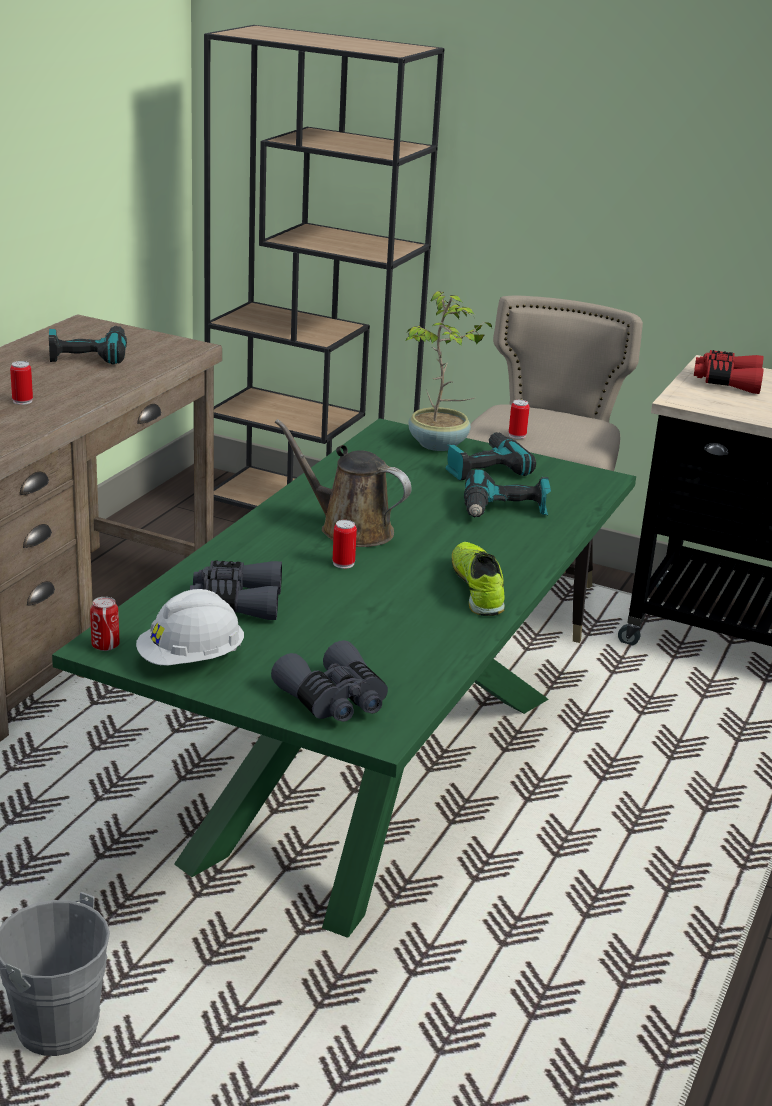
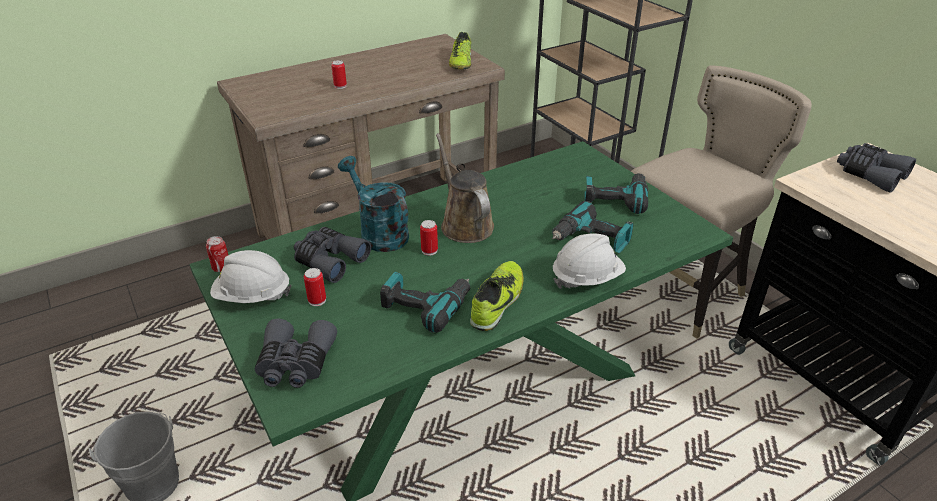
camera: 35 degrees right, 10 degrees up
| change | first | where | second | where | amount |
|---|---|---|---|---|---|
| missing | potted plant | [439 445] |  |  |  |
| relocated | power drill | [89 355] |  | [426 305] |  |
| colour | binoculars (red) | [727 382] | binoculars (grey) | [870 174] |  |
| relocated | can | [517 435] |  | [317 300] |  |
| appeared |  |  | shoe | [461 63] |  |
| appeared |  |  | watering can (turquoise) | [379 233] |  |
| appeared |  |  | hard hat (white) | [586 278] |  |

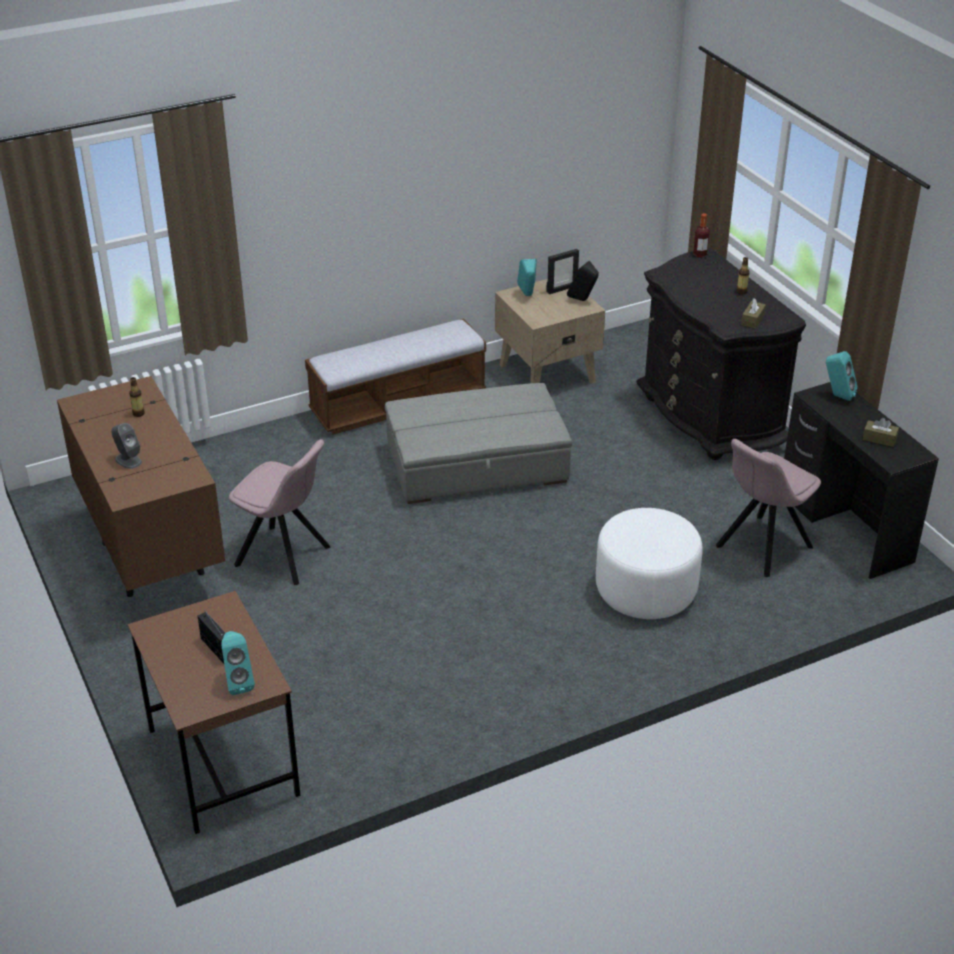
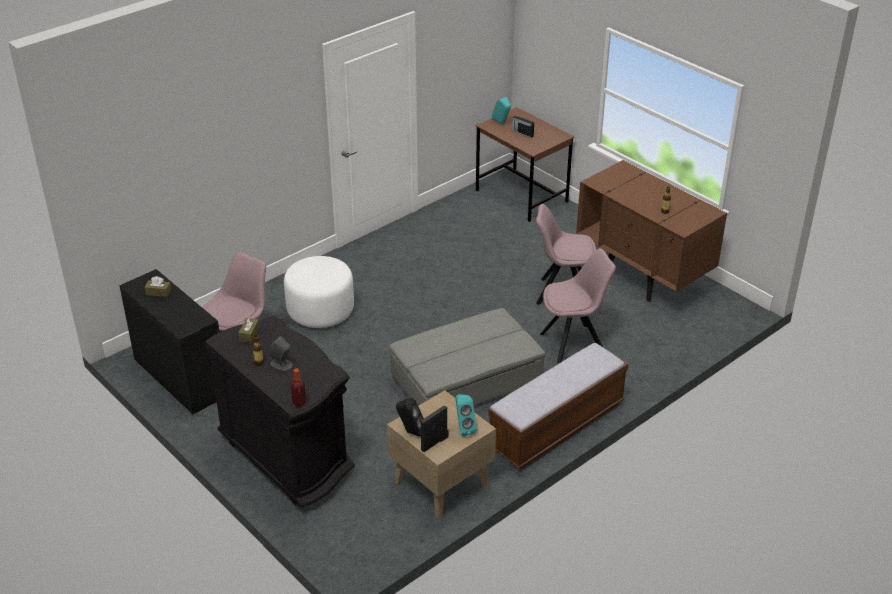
camera: 165 degrees right, 0 degrees up
| change | first | where | second | where | amount |
|---|---|---|---|---|---|
| missing | speaker (turquoise) | [837 396] |  |  |  |
| relocated | speaker (grey) | [128 460] |  | [281 364] |  |
| appeared |  |  | chair (pink) | [573 343] |  |

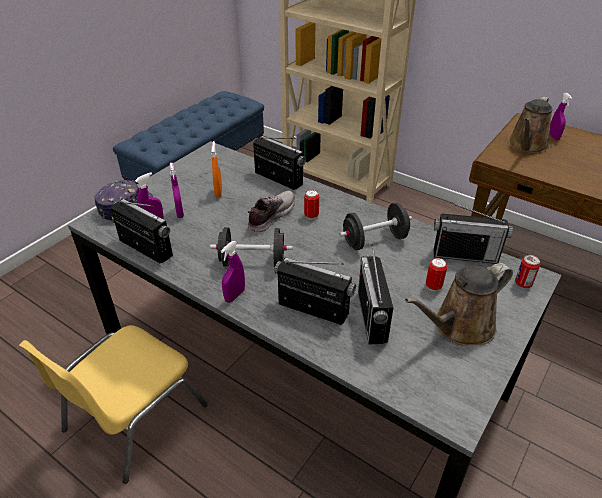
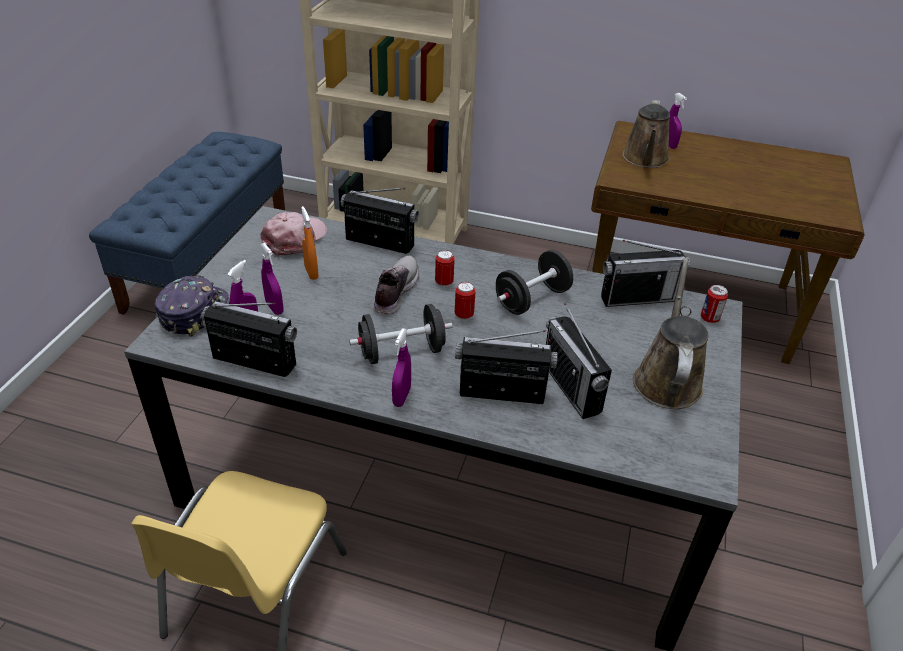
camera: 20 degrees left, 0 degrees up
| change | first | where | second | where | amount |
|---|---|---|---|---|---|
| relocated | can | [433 286] |  | [464 315] |  |
| spun | watering can (brown) | [459 327] |  | [667 379] | 150 degrees clockwise |
| appeared |  |  | cap (pink) | [295 239] |  |

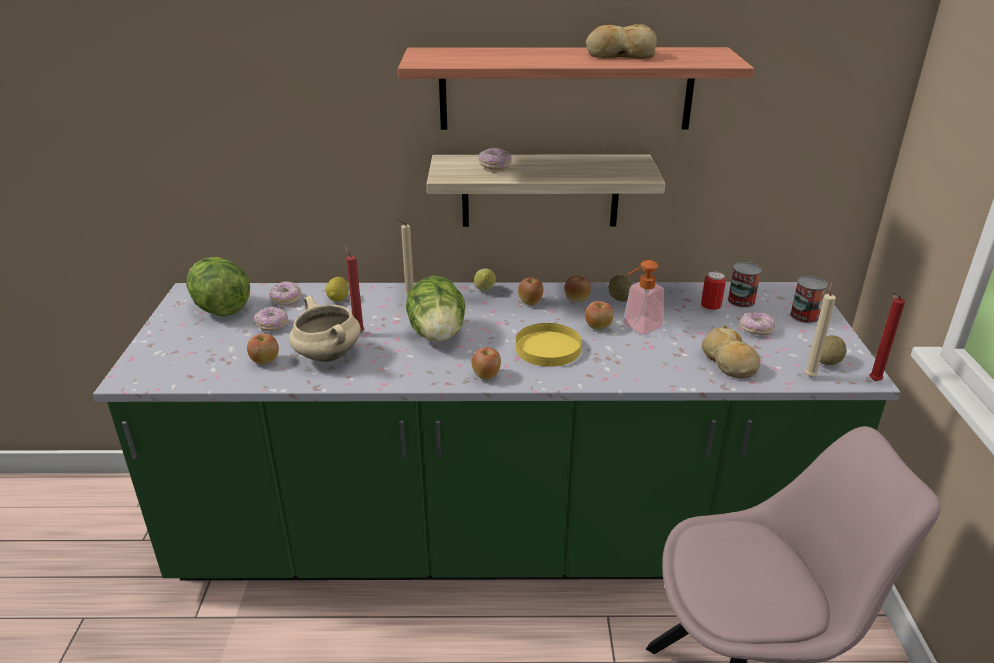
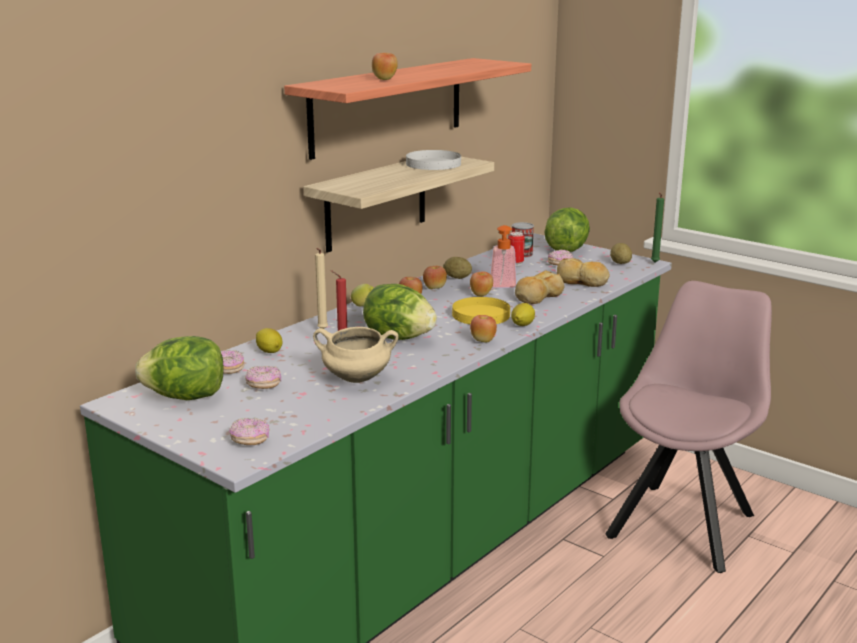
camera: 50 degrees left, 10 degrees down
| change | first | where | second | where | amount |
|---|---|---|---|---|---|
| relocated | bread | [619 55] |  | [538 296] |  |
| relocated | donut | [495 167] |  | [250 440] |  |
| exchanged | can | [804 316] | lettuce | [566 249] |  |
| missing | candle (beige) | [810 375] |  |  |  |
| colour | candle (red) | [872 381] | candle (green) | [654 263] |  |
| relocated | apple | [265 361] |  | [385 79] |  |
| appeared |  |  | plate (white) | [434 163] |  |
| appeared |  |  | lemon | [522 325] |  |

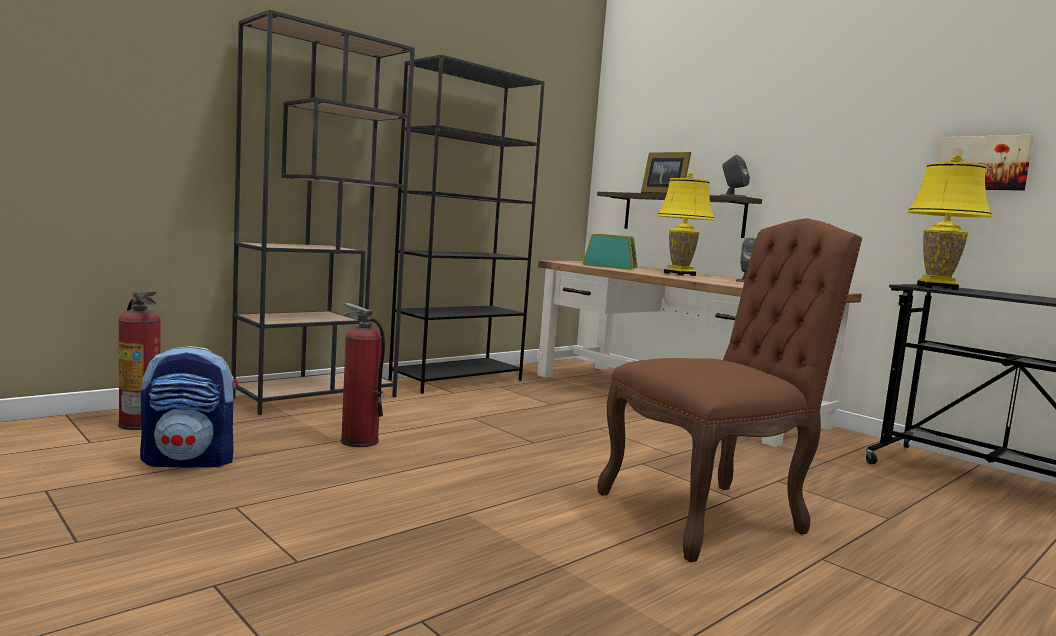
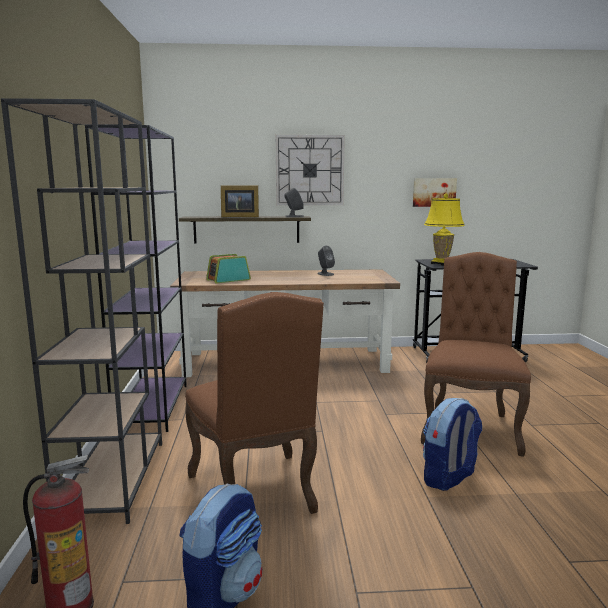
camera: 50 degrees left, 5 degrees up
| change | first | where | second | where | amount |
|---|---|---|---|---|---|
| colour | bookcase (black) | [457 380] | bookcase (purple) | [152 407] |  |
| missing | table lamp (yellow) | [679 274] |  |  |  |
| exchanged | fire extinguisher | [359 441] | chair (brown) | [255 493] |  |
| appeared |  |  | wall clock | [309 170] |  |
| appeared |  |  | backpack | [449 478] |  |

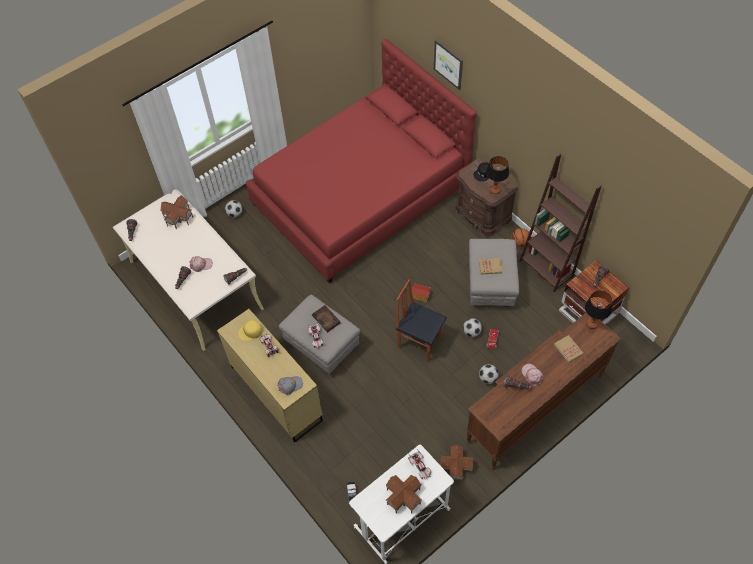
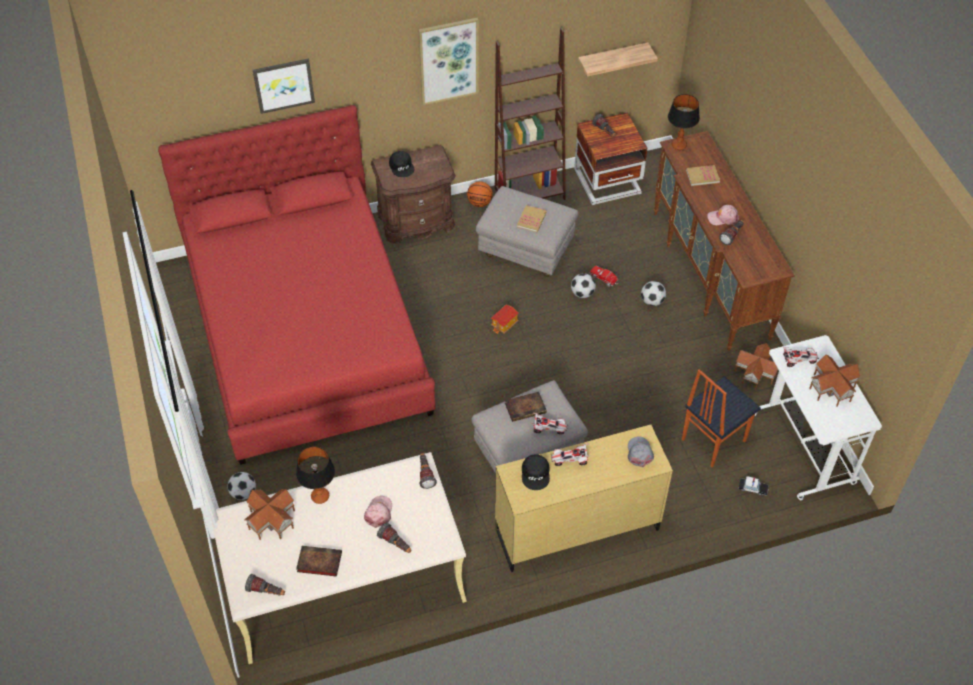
camera: 70 degrees left, 5 degrees down
| change | first | where | second | where | amount |
|---|---|---|---|---|---|
| relocated | table lamp | [494 190] |  | [320 496] |  |
| relocated | chair | [419 342] |  | [712 440] |  |
| colour | cap (yellow) | [251 332] | cap (black) | [536 474] |  |
| appeared |  |  | picture | [448 61] |  |
| appeared |  |  | shelf | [612 60] |  |
| appeared |  |  | book | [318 562] |  |

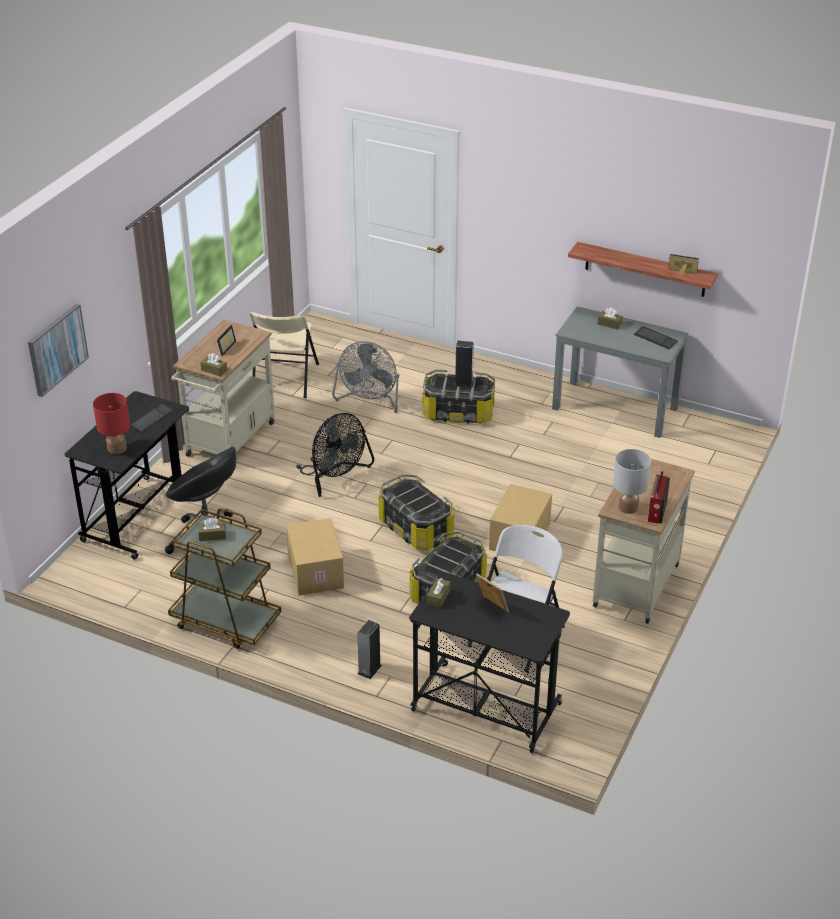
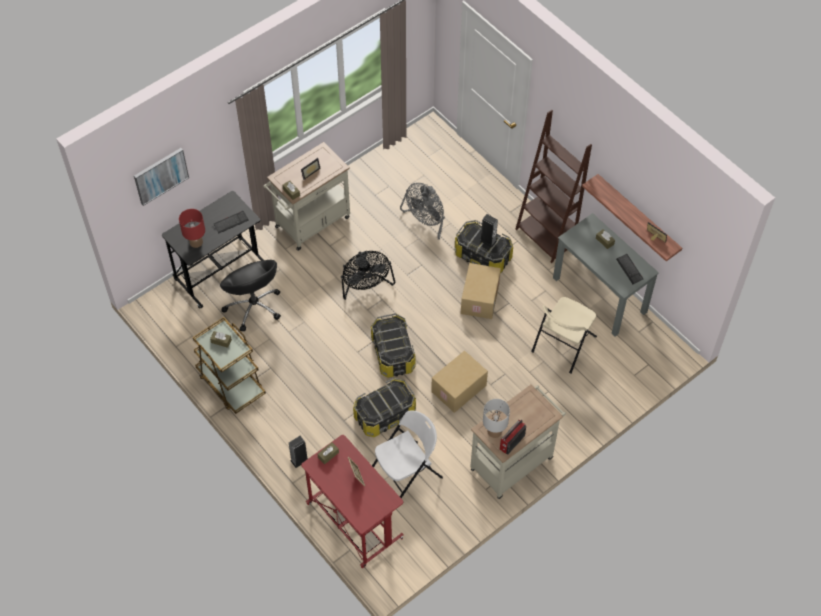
camera: 25 degrees right, 20 degrees up
| change | first | where | second | where | amount |
|---|---|---|---|---|---|
| relocated | chair (beige) | [285 379] |  | [563 344] |  |
| relocated | cardboard box | [314 571] |  | [479 298] |  |
| colour | desk (black) | [485 707] | desk (red) | [354 520] |  |
| appeared |  |  | bookcase (brown) | [545 237] |  |

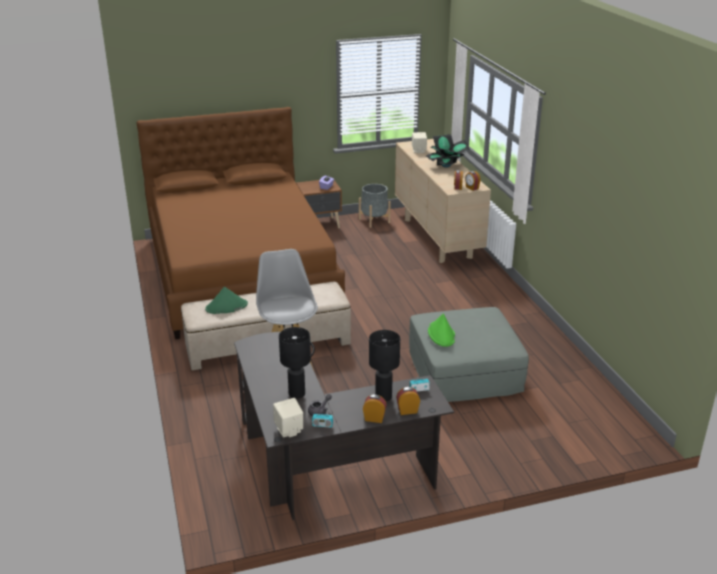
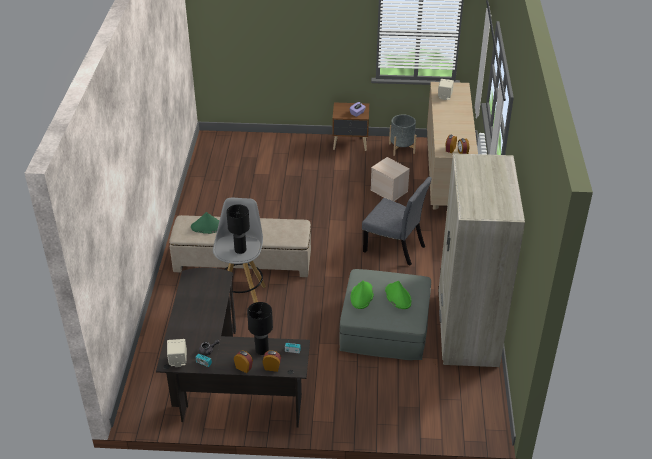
camera: 20 degrees right, 10 degrees up
| change | first | where | second | where | amount |
|---|---|---|---|---|---|
| missing | bed (brown) | [241 273] |  |  |  |
| missing | potted plant | [446 166] |  |  |  |
| relocated | table lamp (black) | [297 393] |  | [240 250] |  |
| appeared |  |  | wardrobe (beige) | [466 329] |  |
| appeared |  |  | storage box (beige) | [389 191] |  |
| appeared |  |  | chair (grey) | [393 247] |  |
| appeared |  |  | hat (green) | [398 296] |  |

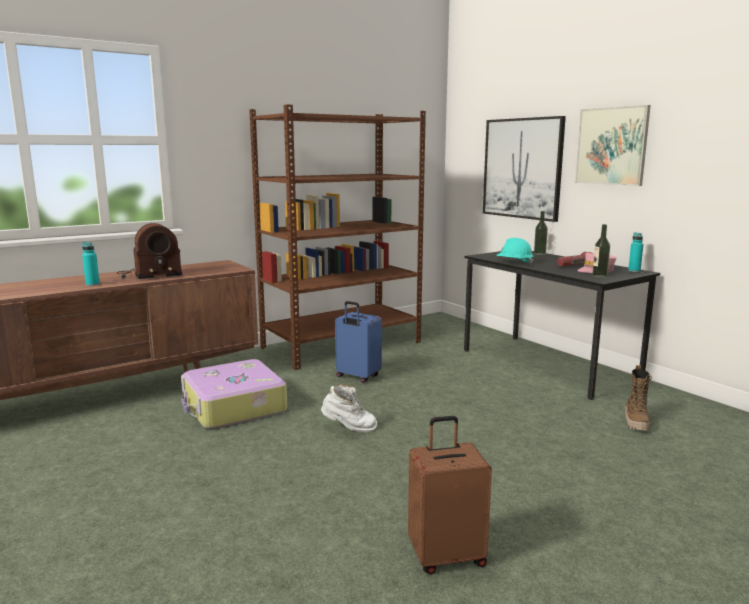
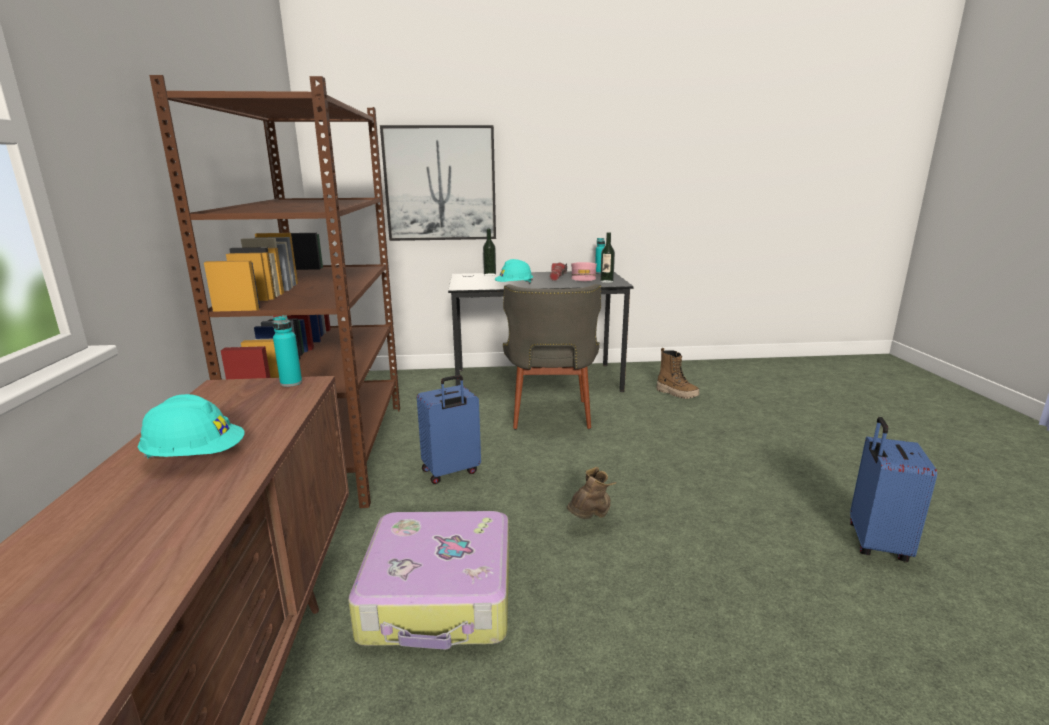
camera: 60 degrees left, 5 degrees up
| change | first | where | second | where | amount |
|---|---|---|---|---|---|
| missing | picture | [611 146] |  |  |  |
| exchanged | radio | [149 274] | hard hat (turquoise) | [196 457] |  |
| relocated | bottle (turquoise) | [92 284] |  | [291 383] |  |
| colour | boot (white) | [349 428] | boot (brown) | [591 519] |  |
| colour | suitcase (brown) | [446 556] | suitcase (blue) | [875 543] |  |
| appeared |  |  | chair (grey) | [551 414] |  |

